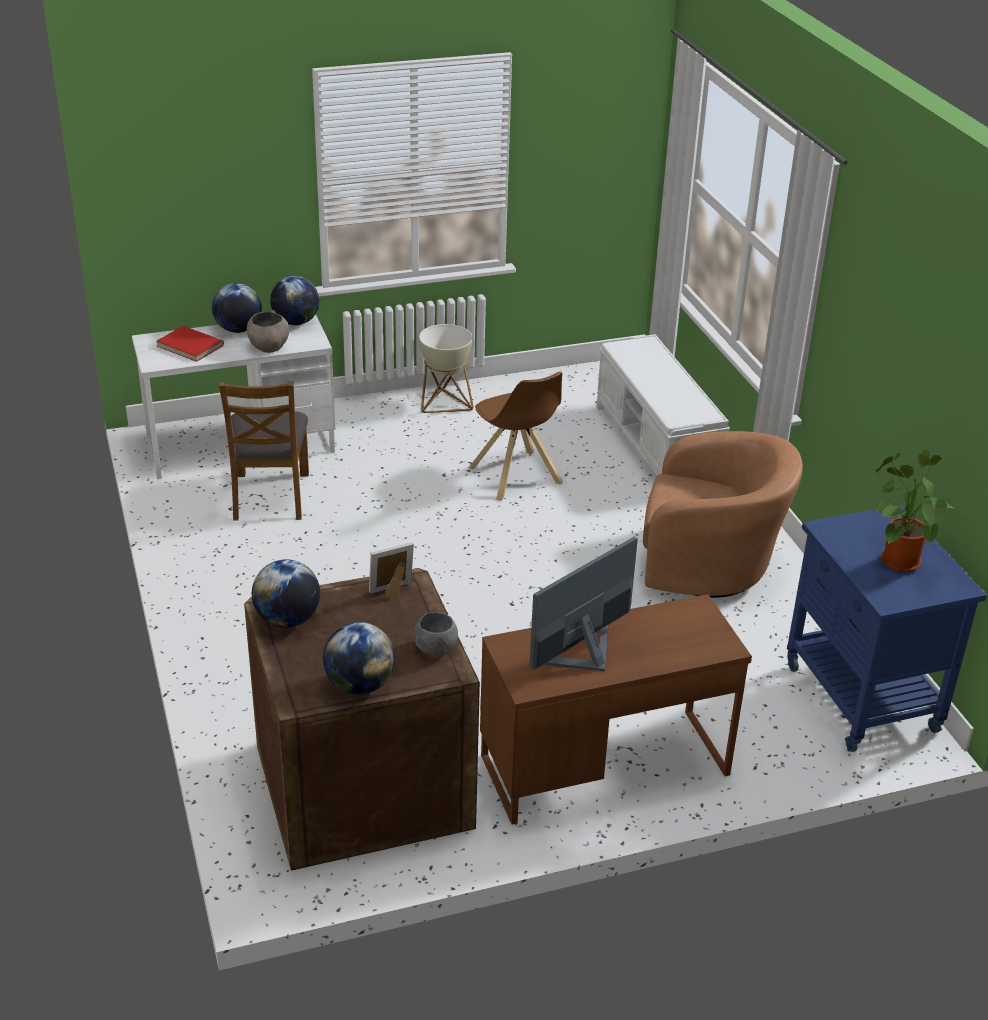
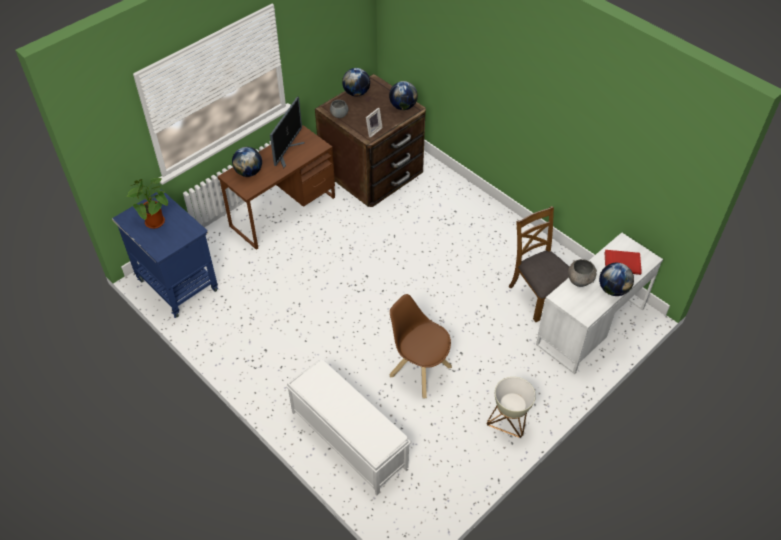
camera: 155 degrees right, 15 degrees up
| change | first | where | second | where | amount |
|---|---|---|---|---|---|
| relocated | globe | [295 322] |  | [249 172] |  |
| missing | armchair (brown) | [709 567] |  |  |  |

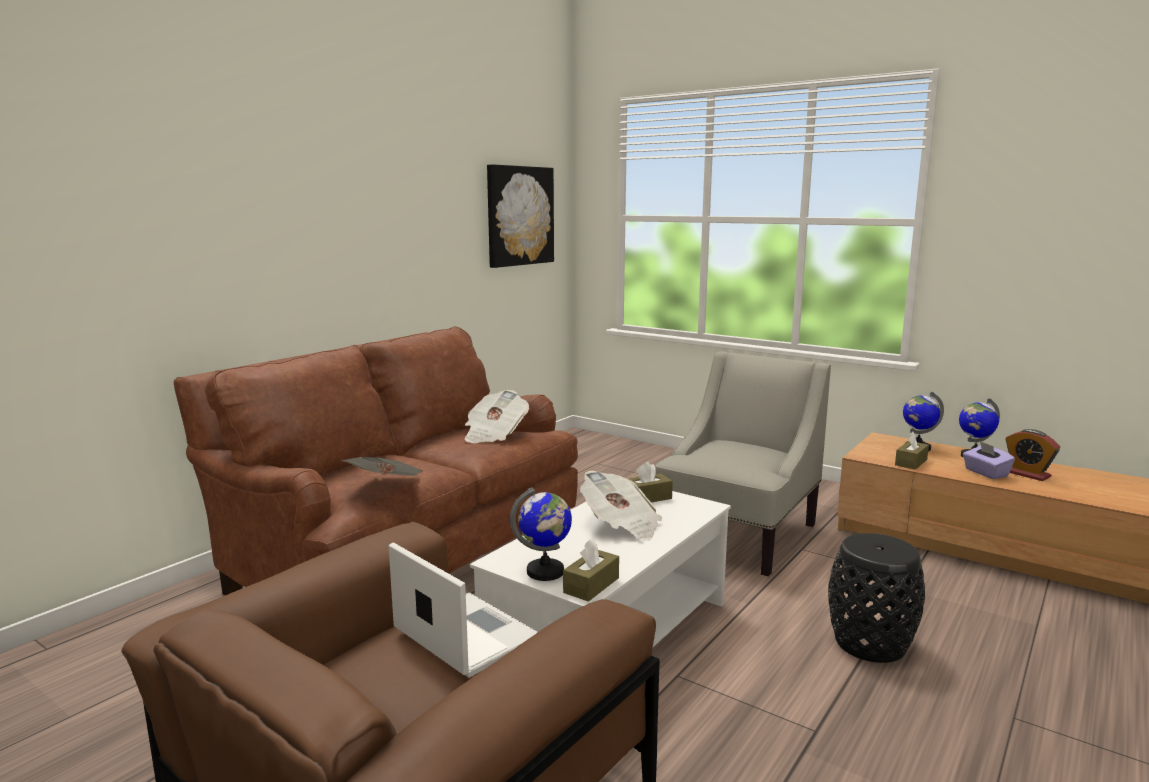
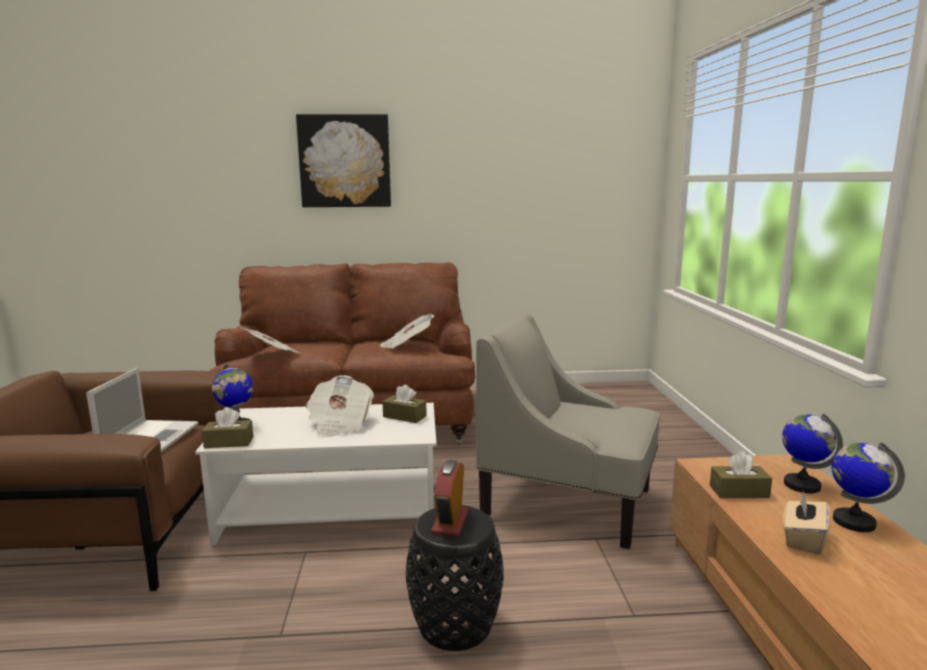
camera: 50 degrees right, 0 degrees up
| change | first | where | second | where | amount |
|---|---|---|---|---|---|
| relocated | picture | [519 216] |  | [345 161] |  |
| spun | armchair (grey) | [738 536] |  | [569 503] | 150 degrees counterclockwise |
| relocated | alarm clock | [1027 474] |  | [450 522] |  |
| colour | tissue box (purple) | [985 473] | tissue box (beige) | [802 539] |  |

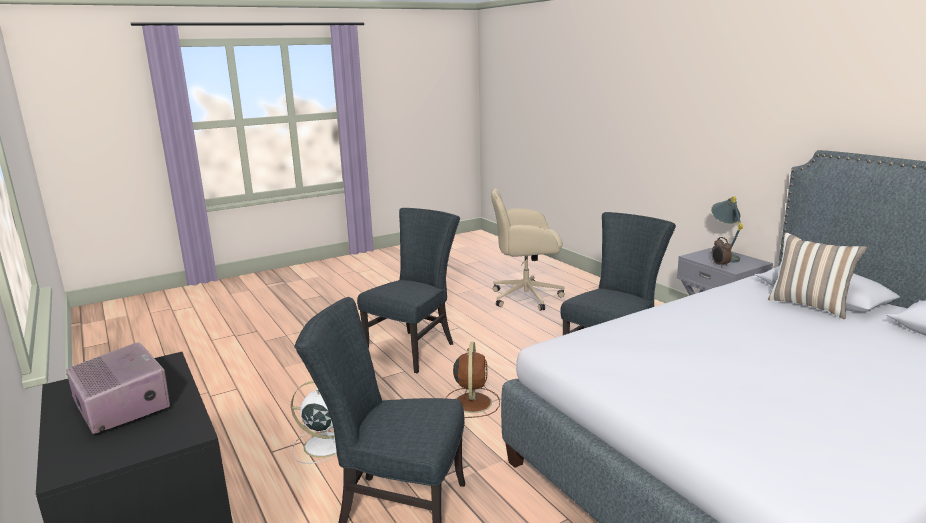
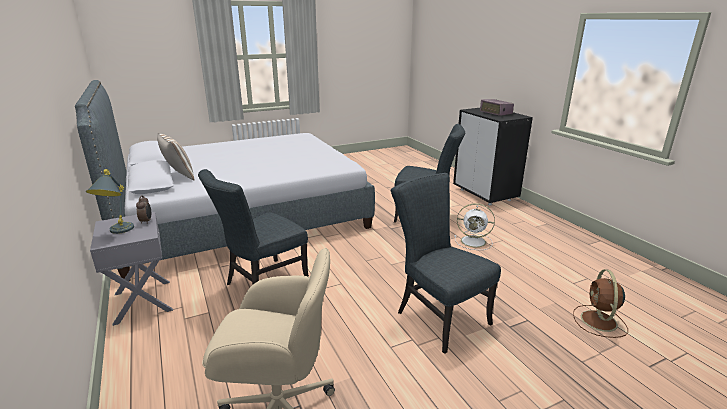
camera: 175 degrees left, 5 degrees up
| change | first | where | second | where | amount |
|---|---|---|---|---|---|
| spun | chair (grey) | [414 348] |  | [438 316] | 105 degrees clockwise |
| relocated | fan (brown) | [473 402] |  | [599 322] |  |

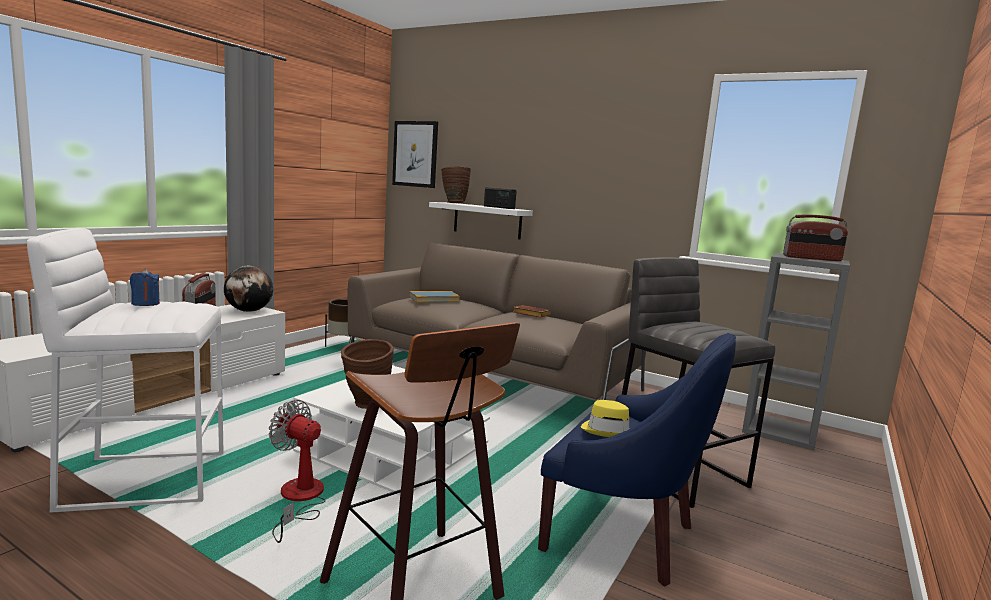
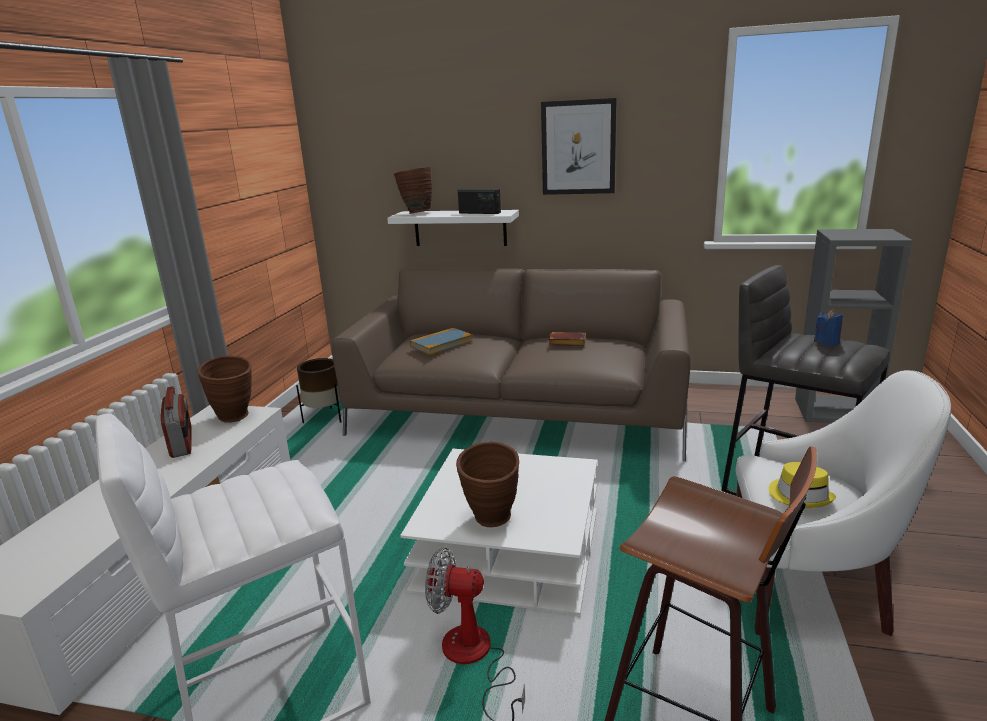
camera: 15 degrees left, 10 degrees up
| change | first | where | second | where | amount |
|---|---|---|---|---|---|
| relocated | picture | [415 154] |  | [578 147] |  |
| missing | radio | [812 258] |  |  |  |
| exchanged | globe | [249 311] | vase (brown) | [236 418] |  |
| relocated | candle (blue) | [145 304] |  | [826 342] |  |
| colour | armchair (blue) | [623 534] | armchair (white) | [810 586] |  |

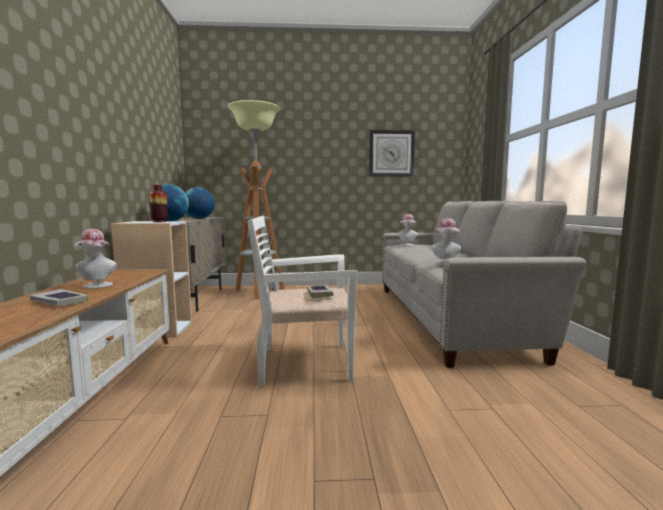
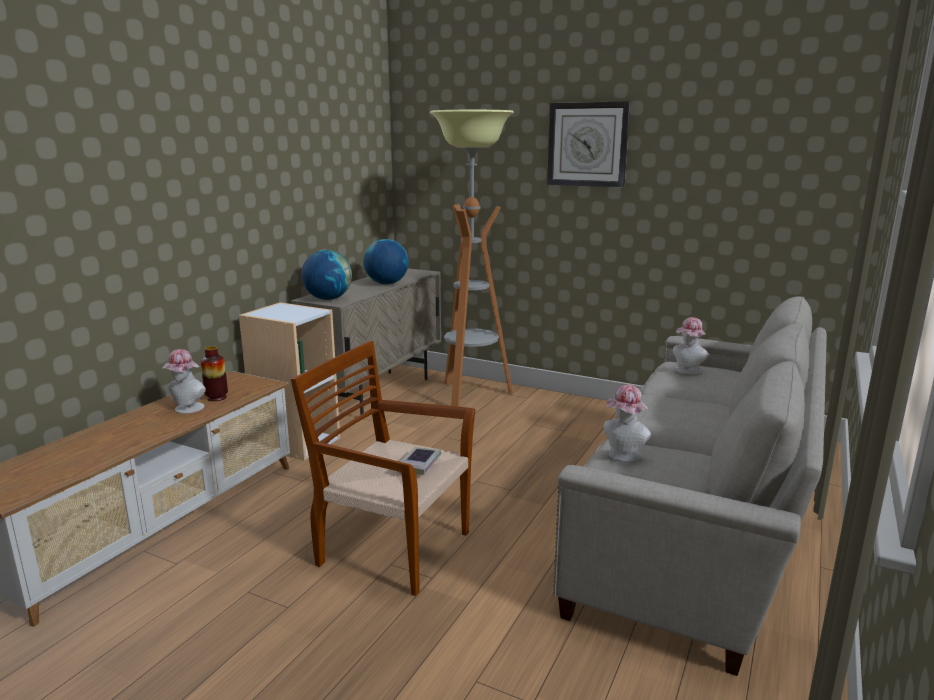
camera: 30 degrees right, 10 degrees up
| change | first | where | second | where | amount |
|---|---|---|---|---|---|
| relocated | wall clock | [391 153] |  | [587 144] |  |
| relocated | vase | [159 221] |  | [217 398] |  |
| colour | armchair (white) | [304 363] | armchair (brown) | [393 547] |  |
| missing | book | [59 302] |  |  |  |

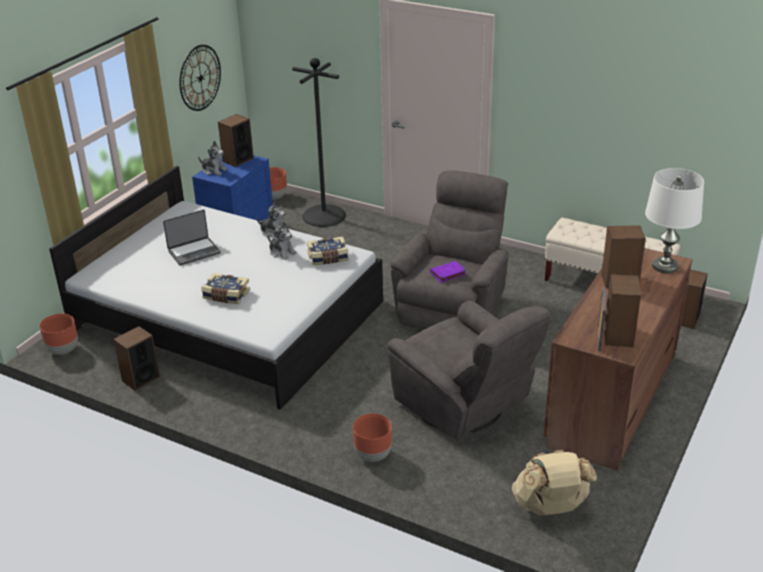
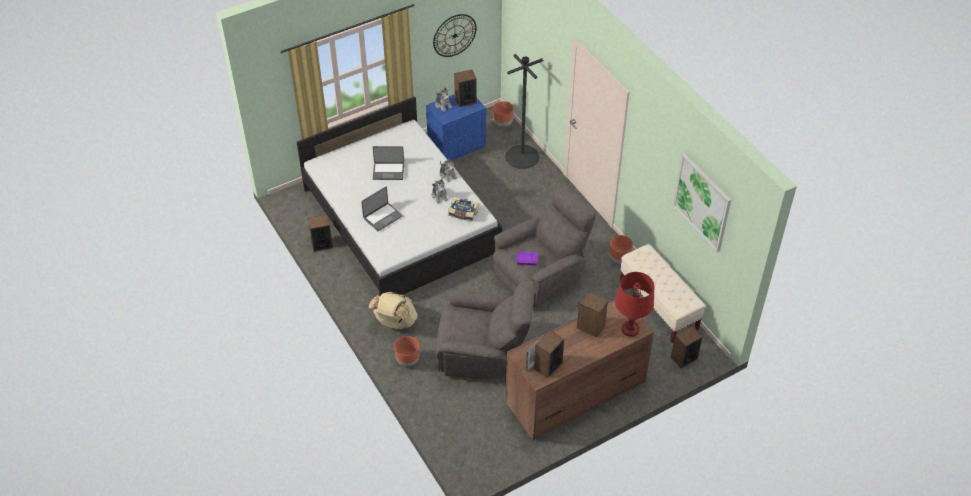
camera: 30 degrees right, 15 degrees up
| change | first | where | second | where | amount |
|---|---|---|---|---|---|
| colour | table lamp (white) | [665 266] | table lamp (red) | [630 329] |  |
| exchanged | book | [226 296] | laptop | [382 217] |  |
| spun | armchair (grey) | [464 408] |  | [483 355] | 75 degrees counterclockwise |
| relocated | planter (brown) | [63 350] |  | [619 259] |  |
| relocated | backpack (beige) | [550 507] |  | [395 322] |  |
| appeared |  |  | picture | [702 202] |  |

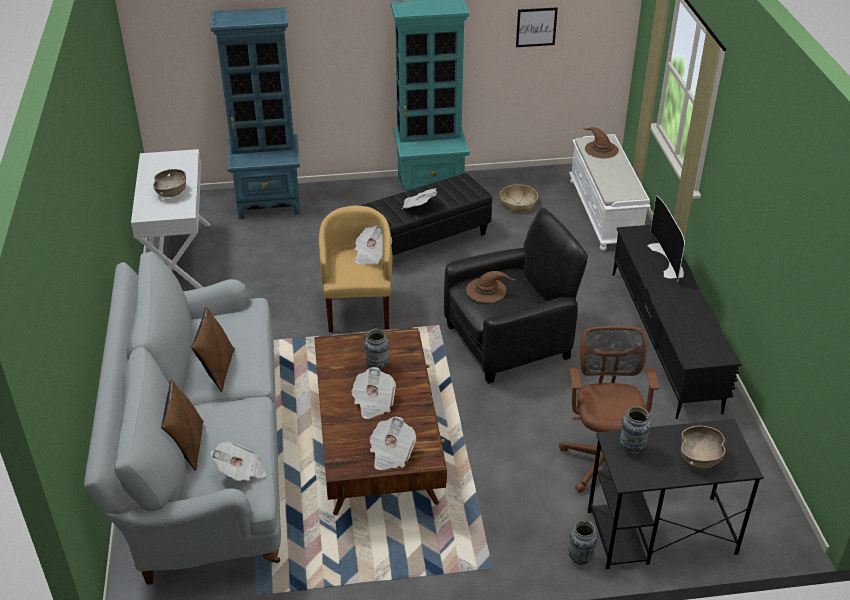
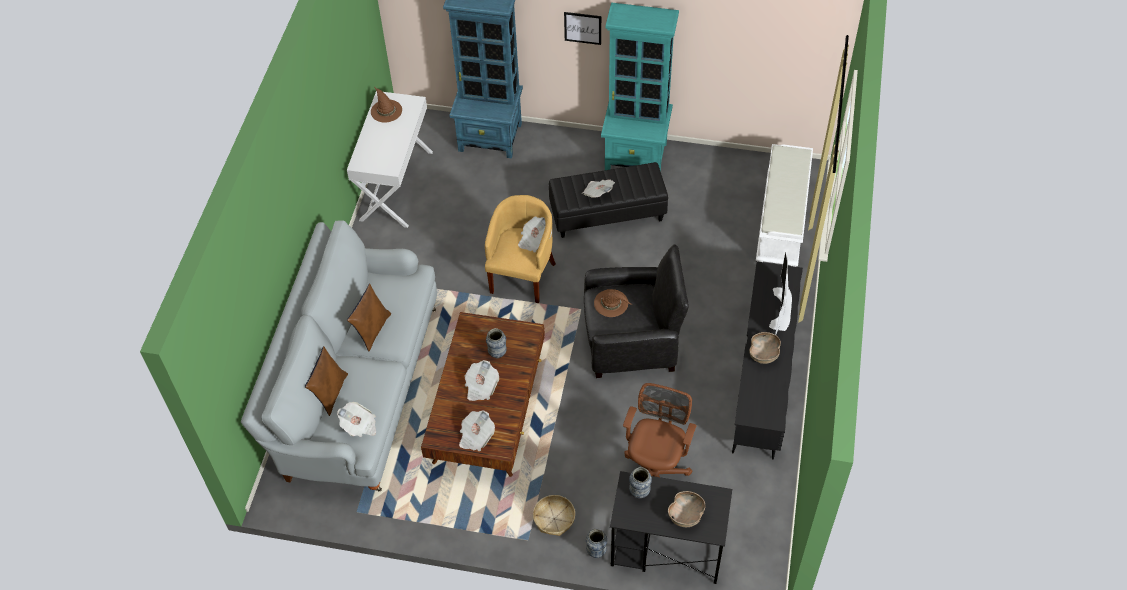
camera: 20 degrees right, 15 degrees up
| change | first | where | second | where | amount |
|---|---|---|---|---|---|
| relocated | picture | [536 27] |  | [582 28] |  |
| relocated | hat (brown) | [601 149] |  | [386 110] |  |
| relocated | bowl (brown) | [172 192] |  | [764 354] |  |
| relocated | basket | [518 203] |  | [554 518] |  |

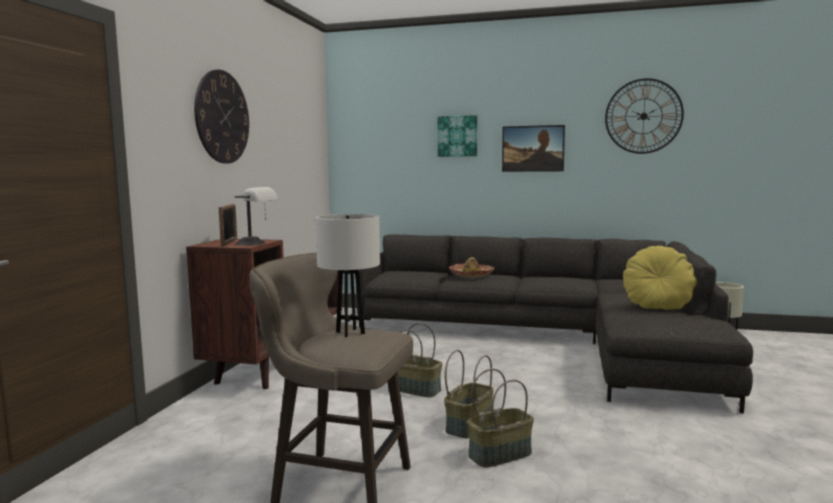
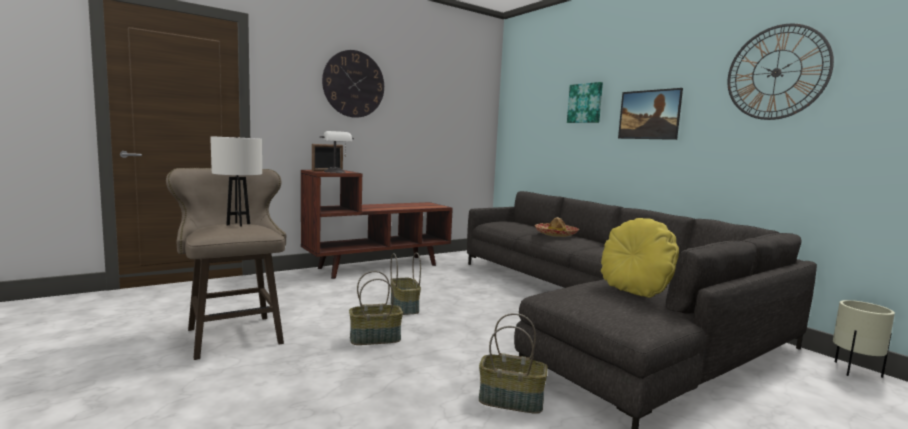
camera: 40 degrees right, 0 degrees up
| change | first | where | second | where | amount |
|---|---|---|---|---|---|
| relocated | basket | [500 454] |  | [511 400] |  |

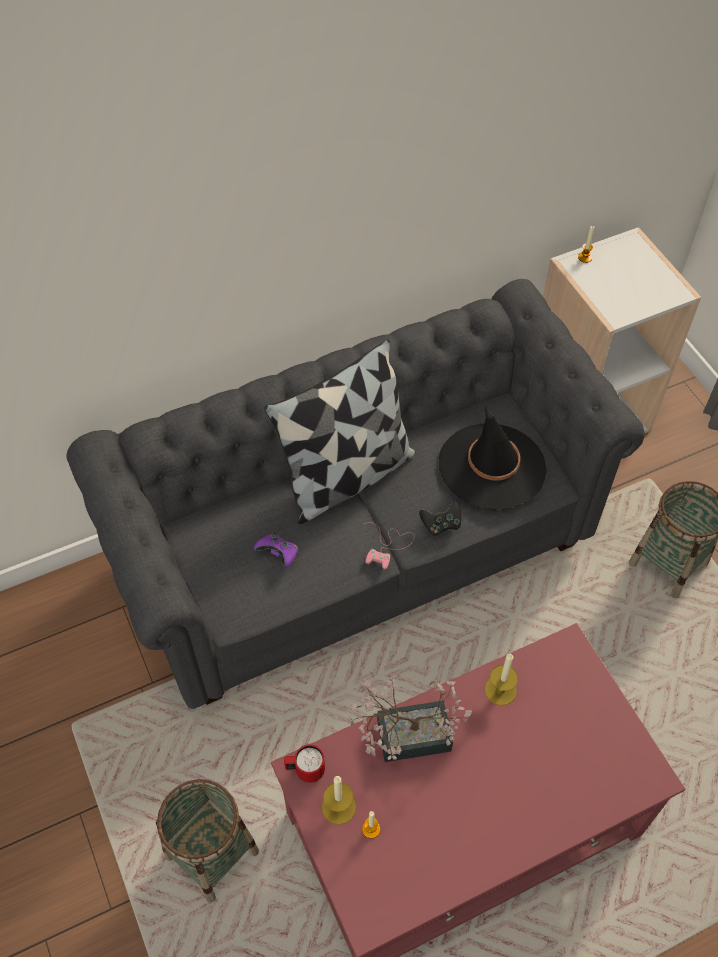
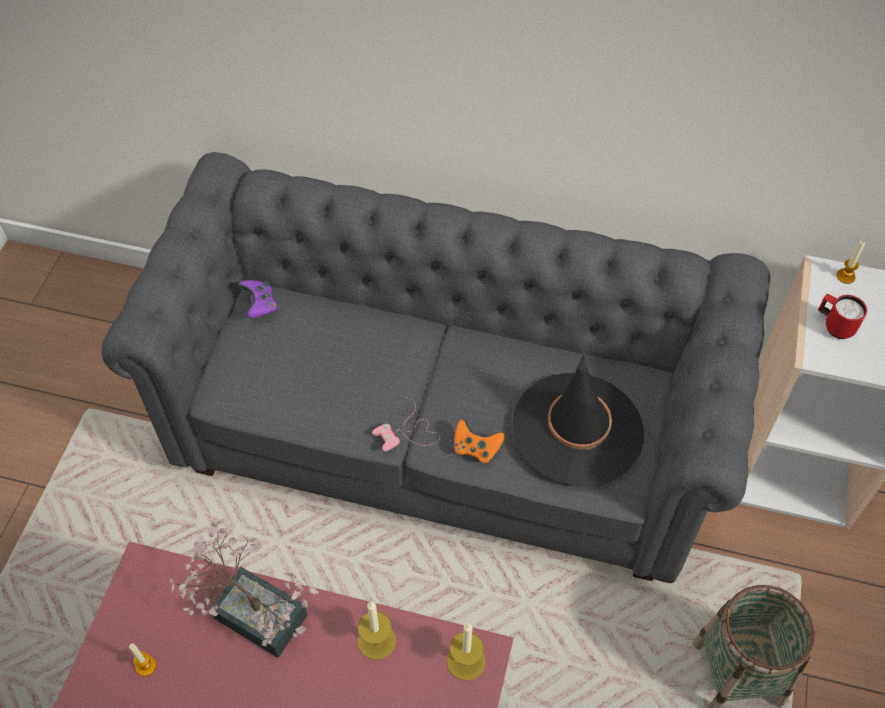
camera: 40 degrees right, 0 degrees up
| change | first | where | second | where | amount |
|---|---|---|---|---|---|
| missing | pillow | [347 476] |  |  |  |
| colour | game controller (black) | [441 524] | game controller (orange) | [476 448] |  |
| relocated | game controller (purple) | [279 554] |  | [260 305] |  |
| relocated | mug (red) | [305 770] |  | [834 326] |  |
| relocated | candle | [338 807] |  | [466 661] |  |
| missing | basket | [212 854] |  |  |  |

